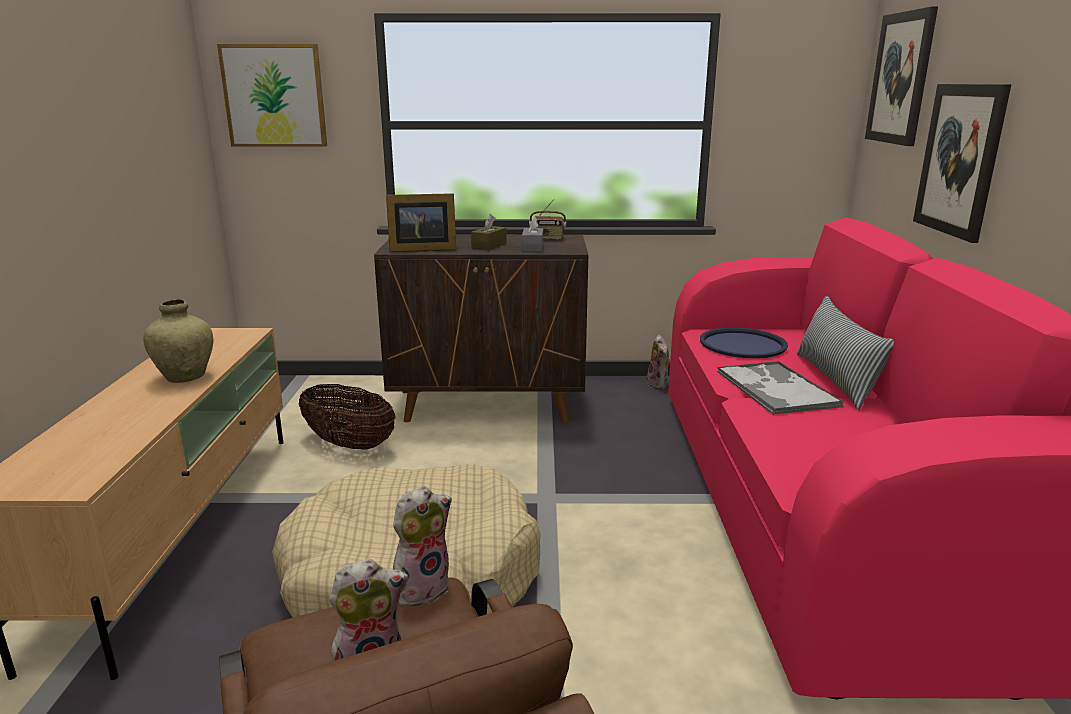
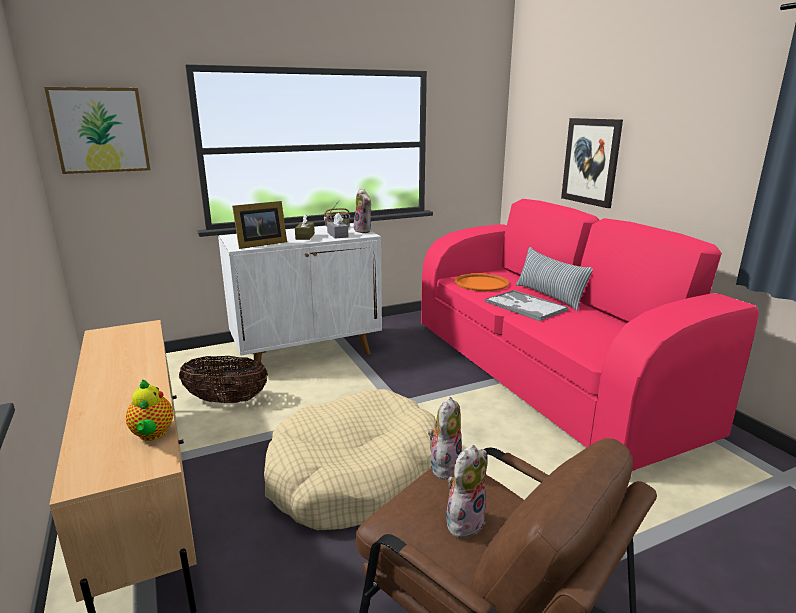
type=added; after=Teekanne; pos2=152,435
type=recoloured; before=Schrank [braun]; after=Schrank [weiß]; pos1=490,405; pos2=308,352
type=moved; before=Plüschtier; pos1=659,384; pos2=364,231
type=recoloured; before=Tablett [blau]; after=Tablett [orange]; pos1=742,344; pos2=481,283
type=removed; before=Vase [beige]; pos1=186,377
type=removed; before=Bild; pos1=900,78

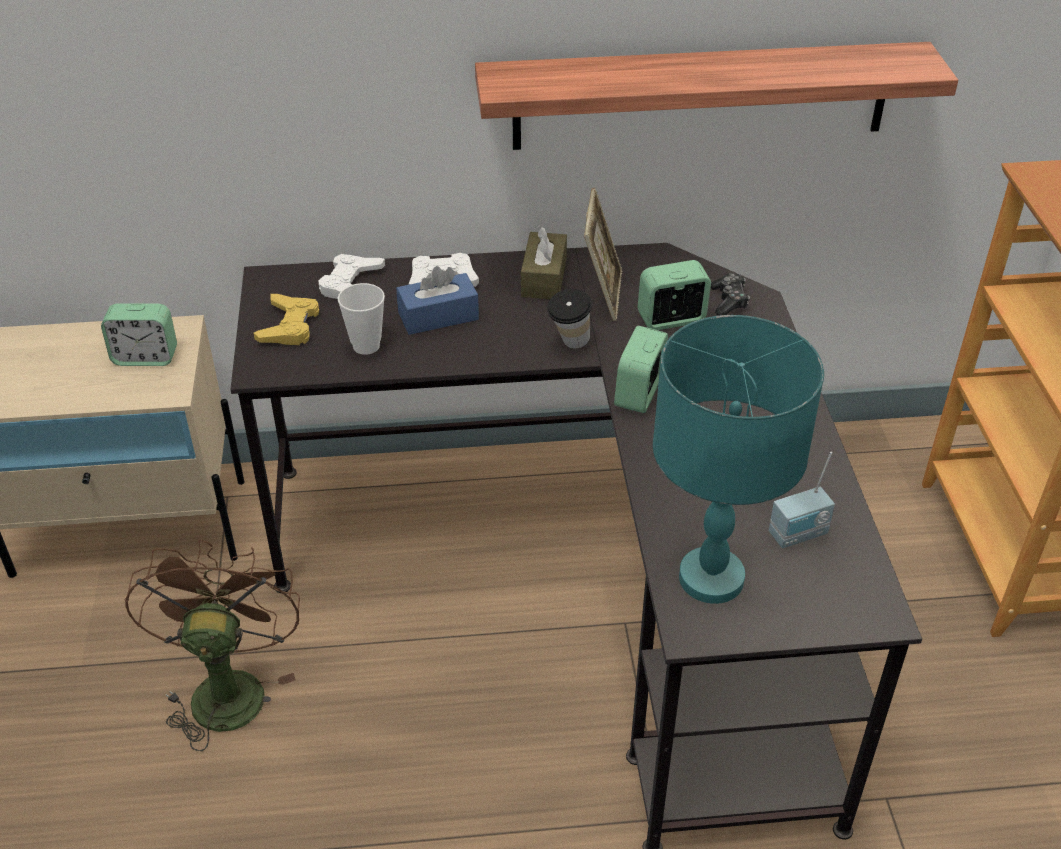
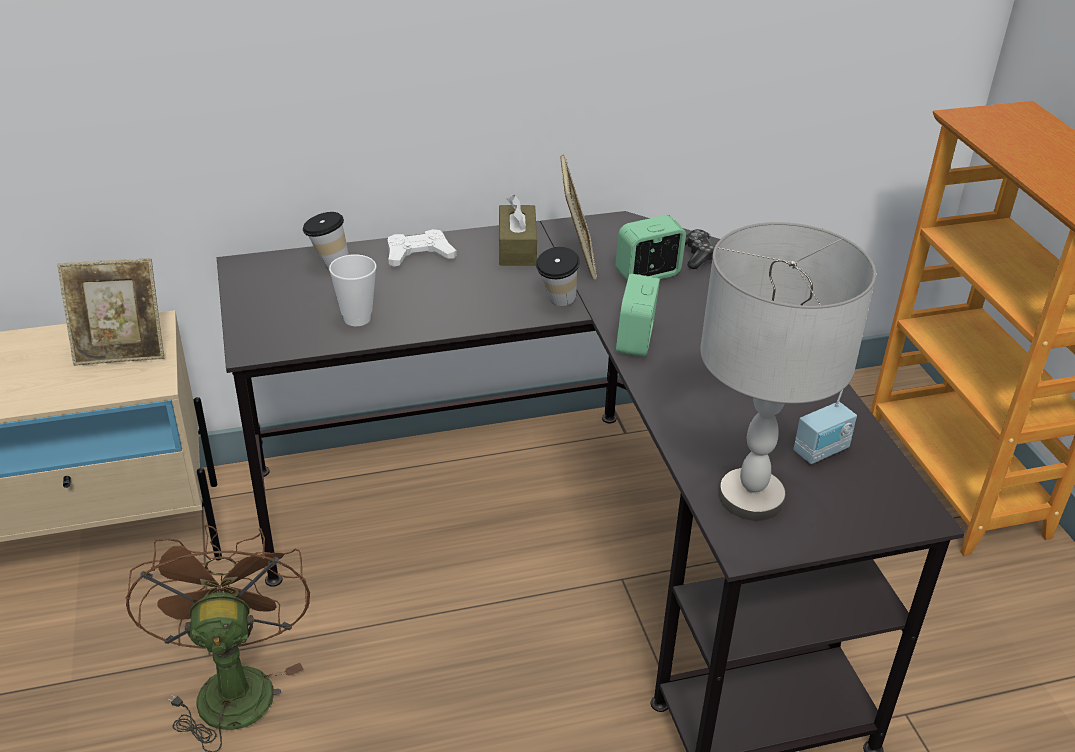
type=replaced; before=Wecker; after=Bilderrahmen; pos1=145,357; pos2=121,352
type=replaced; before=Gamepad [weiß]; after=Tasse; pos1=351,283; pos2=328,264
type=recoloured; before=Tischlampe [türkis]; after=Tischlampe [grau]; pos1=710,578; pos2=749,498
type=removed; before=Gamepad [gelb]; pos1=289,326
type=removed; before=Taschentuchbox [blau]; pos1=438,316
type=removed; before=Wandregal; pos1=701,96

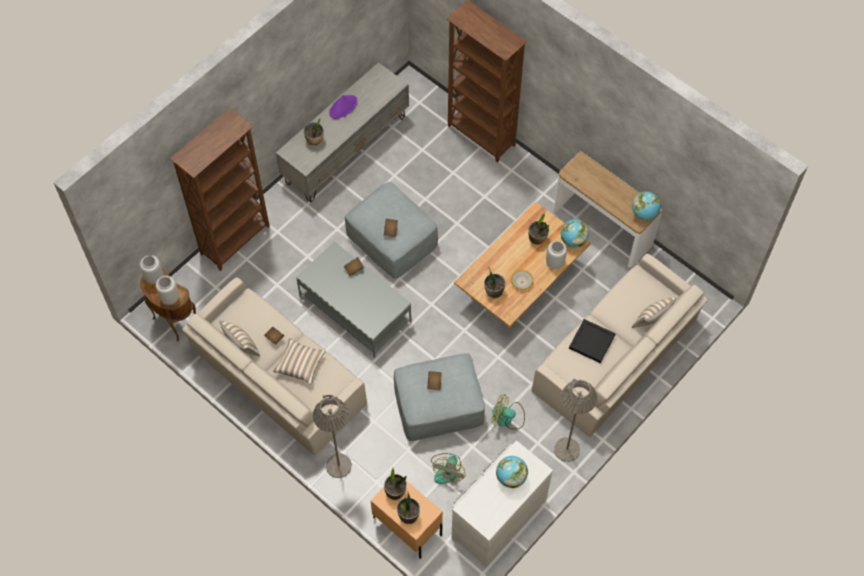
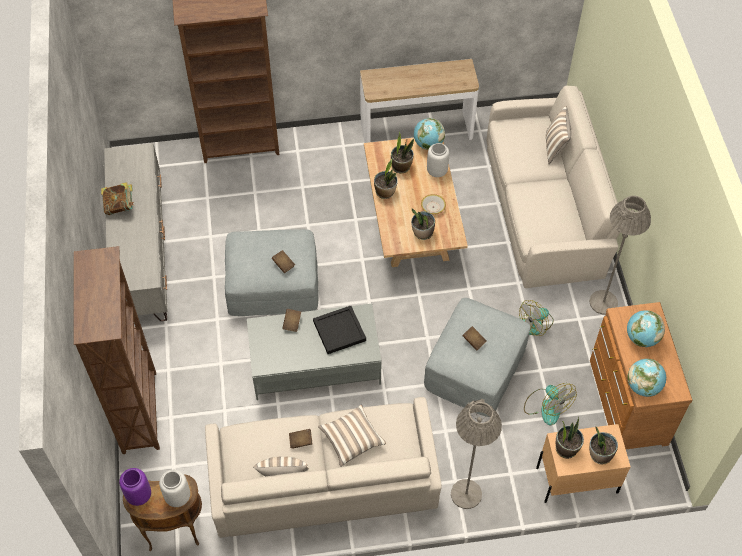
type=replaced; before=Hut [lila]; after=Buch; pos1=343,107; pos2=120,206
type=recoloured; before=Vase [grau]; after=Vase [lila]; pos1=154,278; pos2=139,495
type=moved; before=Tablett [schwarz]; pos1=592,342; pos2=340,331
type=moved; before=Topfpflanze; pos1=315,140; pos2=385,192
type=recoloured; before=Kommode [weiß]; after=Kommode [braun]; pos1=496,518; pos2=626,402
type=moved; before=Globus; pos1=644,213; pos2=643,386

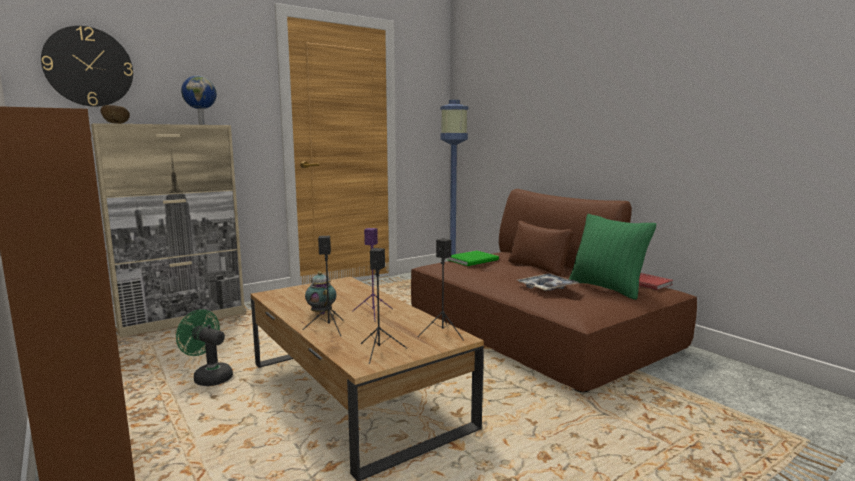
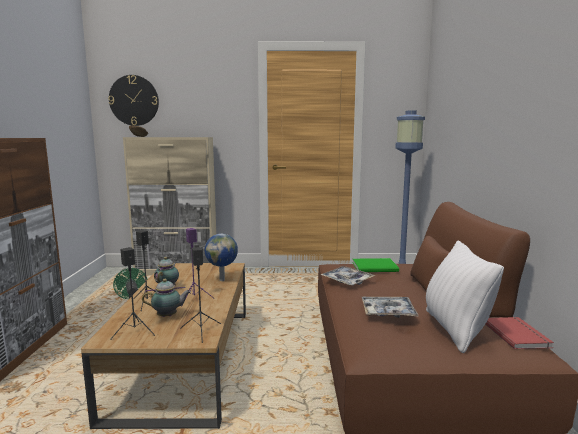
type=added; after=Teekanne; pos2=168,316
type=moved; before=Globus; pos1=202,124; pos2=222,280
type=added; after=Tablett; pos2=347,280
type=recoloured; before=Kissen [grün]; after=Kissen [weiß]; pos1=607,288; pos2=455,330

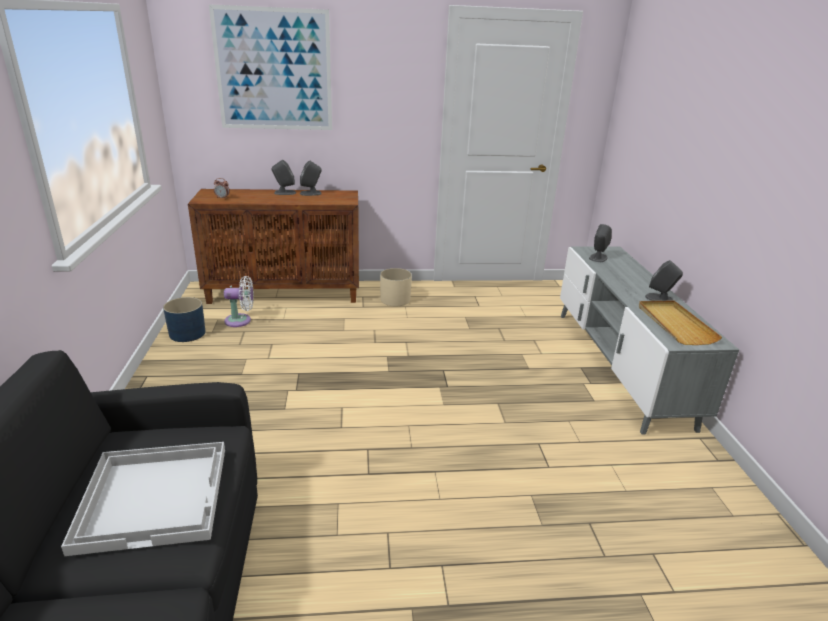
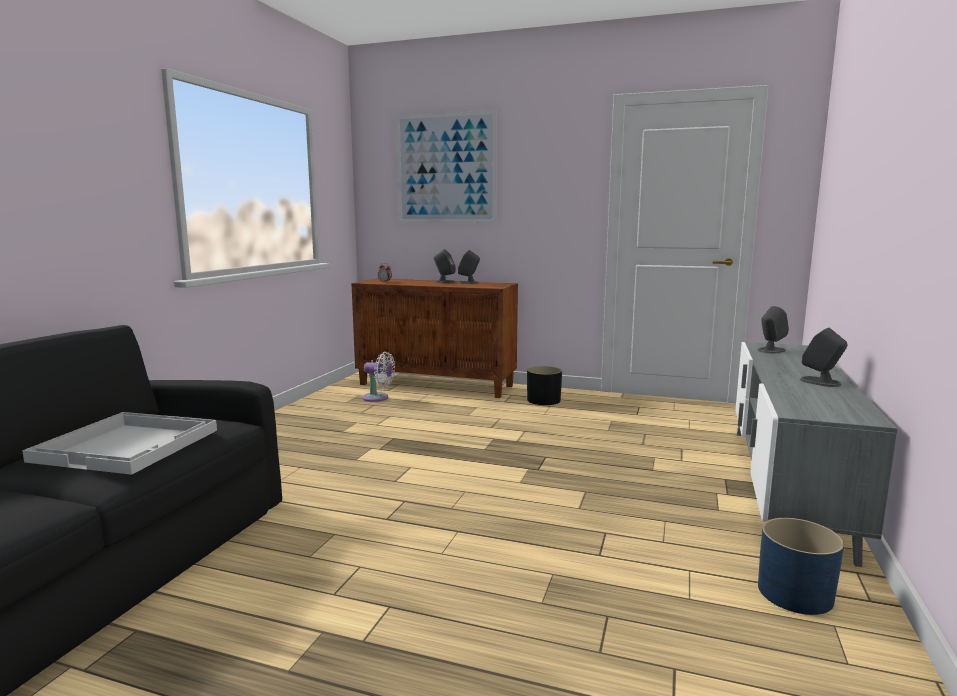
type=recoloured; before=Pflanzkübel [beige]; after=Pflanzkübel [schwarz]; pos1=395,300; pos2=543,400
type=moved; before=Pflanzkübel [blau]; pos1=187,333; pos2=795,593
type=removed; before=Tablett [beige]; pos1=675,324

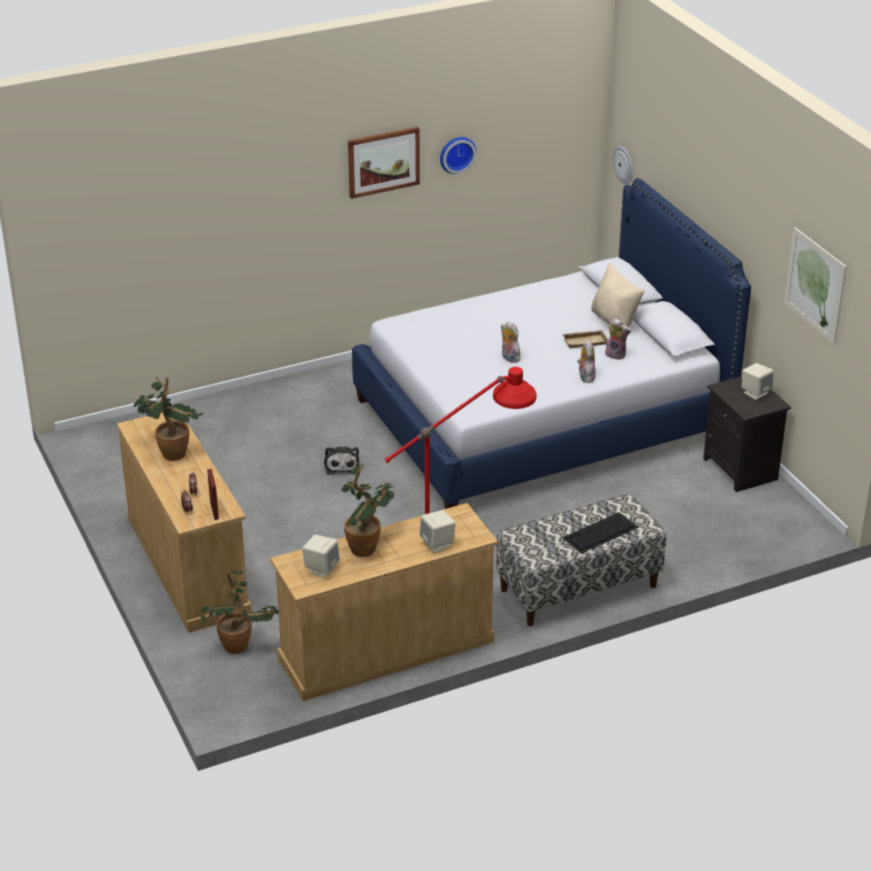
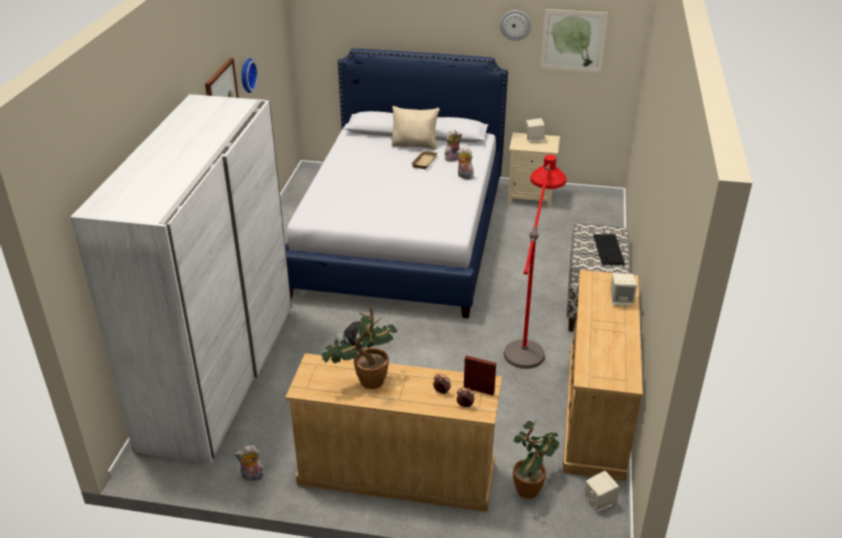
type=added; after=Kleiderschrank [weiß]; pos2=219,374
type=moved; before=Plüschtier; pos1=509,358; pos2=252,477
type=moved; before=Wanduhr; pos1=624,165; pos2=515,25
type=recoloured; before=Nachttisch [schwarz]; after=Nachttisch [beige]; pos1=742,469; pos2=531,197
type=moved; before=Lautsprecher [beige]; pos1=321,568; pos2=599,502
type=removed; before=Topfpflanze; pos1=368,546

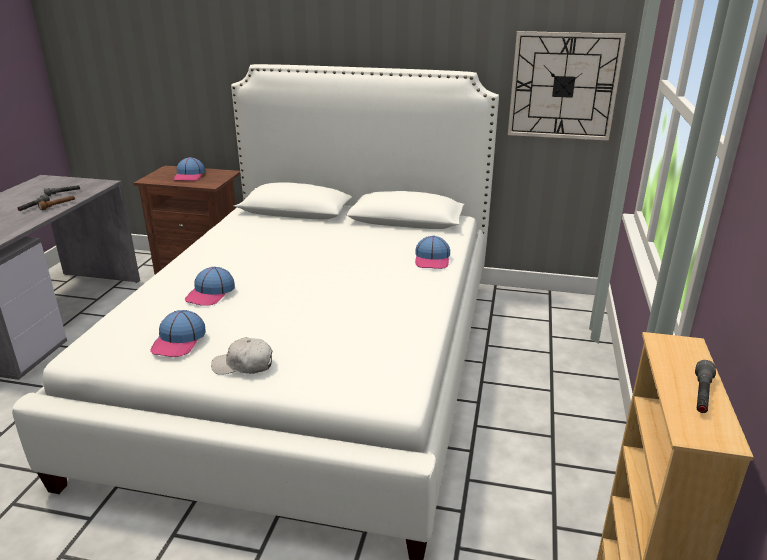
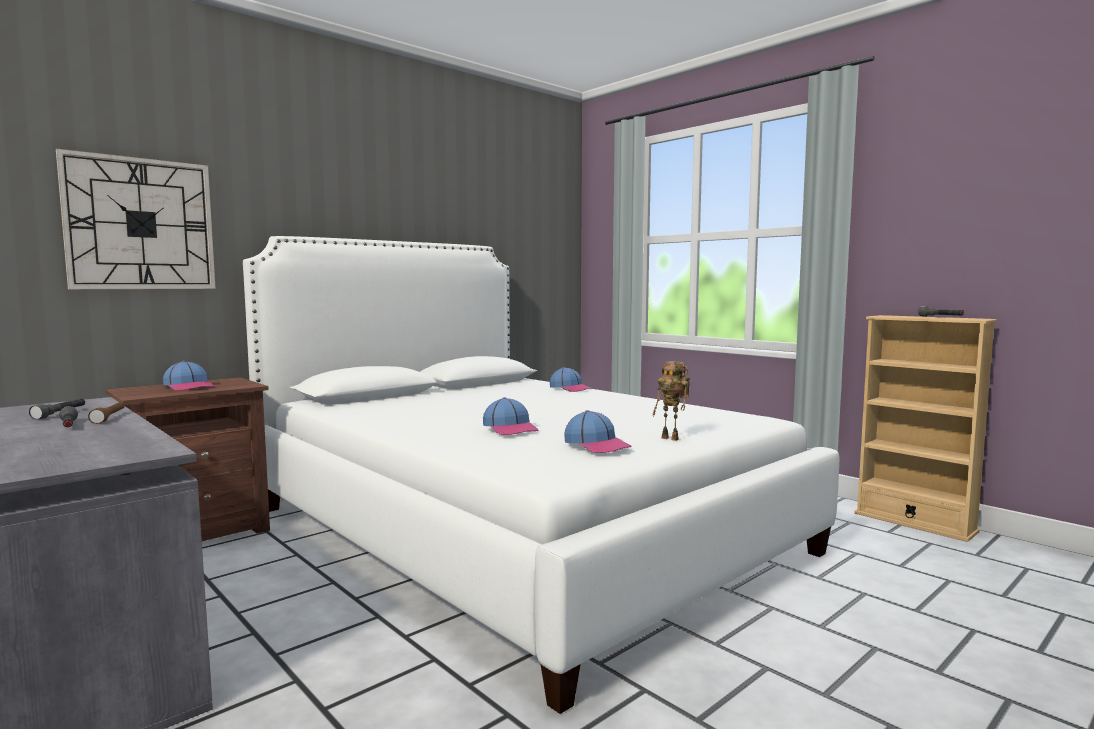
type=moved; before=Wanduhr; pos1=563,86; pos2=140,224
type=replaced; before=Kappe [weiß]; after=Spielzeugroboter; pos1=243,365; pos2=672,438

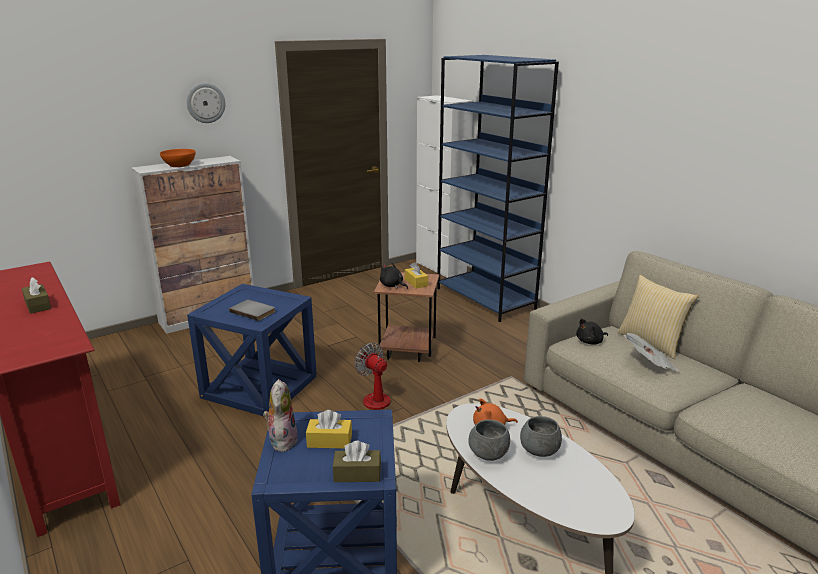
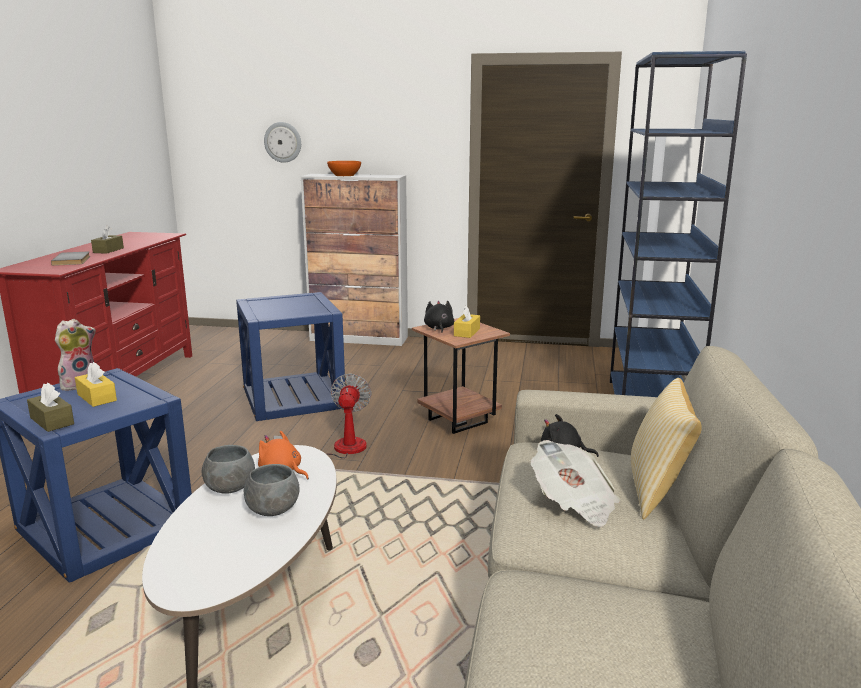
type=moved; before=Buch [grau]; pos1=253,311; pos2=73,260
type=moved; before=Wanduhr; pos1=205,103; pos2=283,142

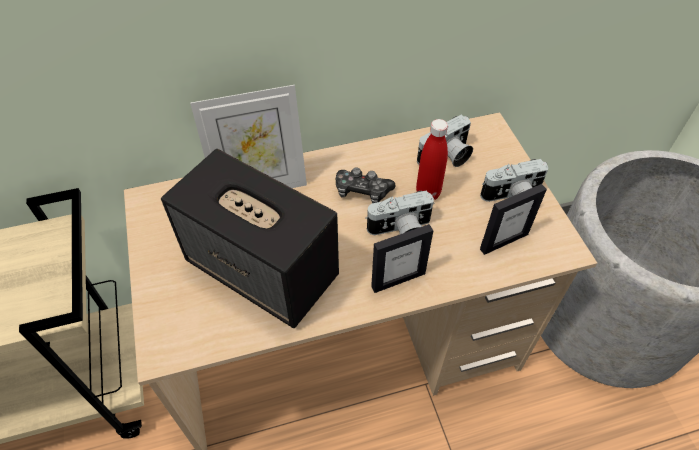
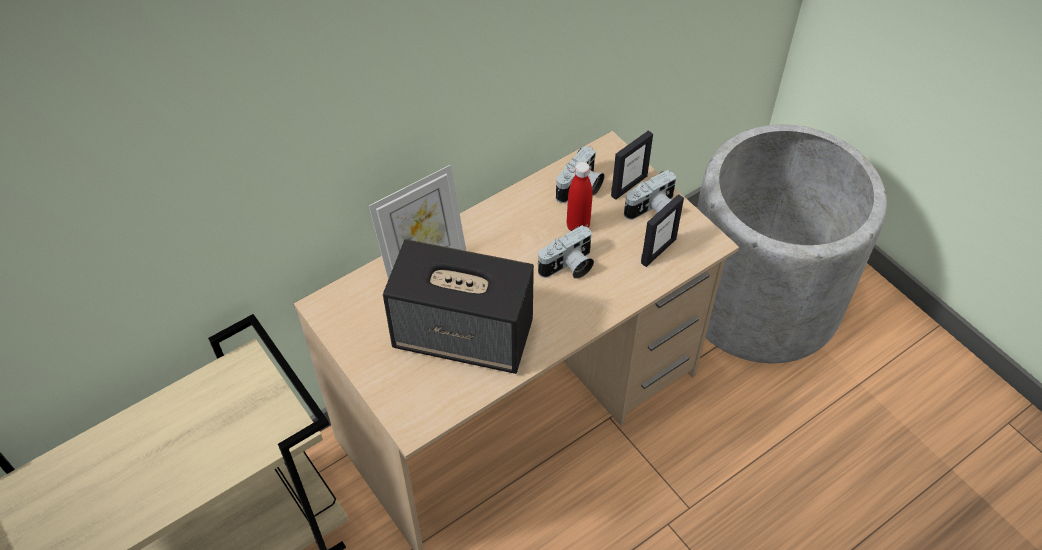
type=moved; before=Bilderrahmen; pos1=398,280; pos2=628,186
type=removed; before=Gamepad; pos1=362,191

